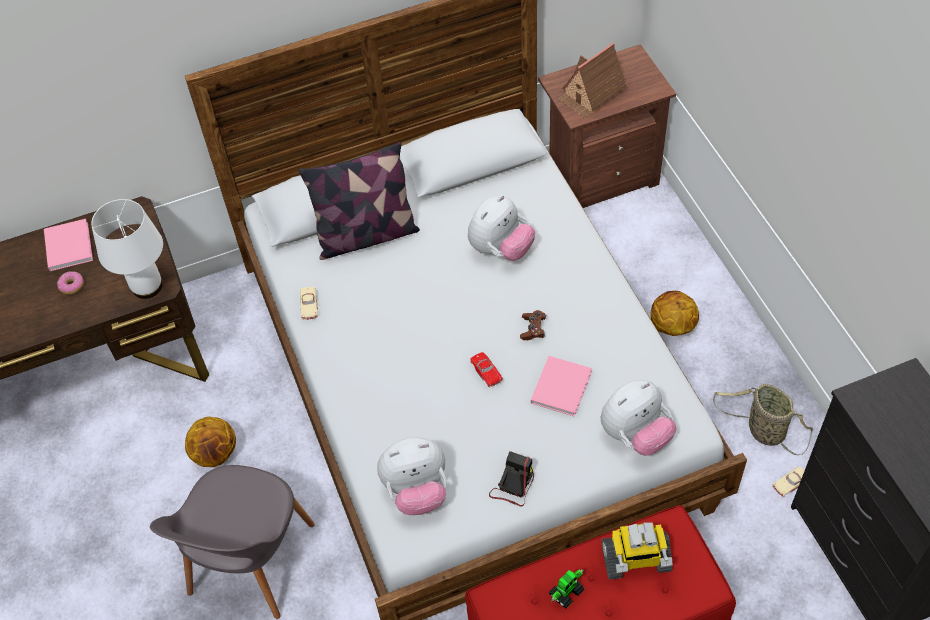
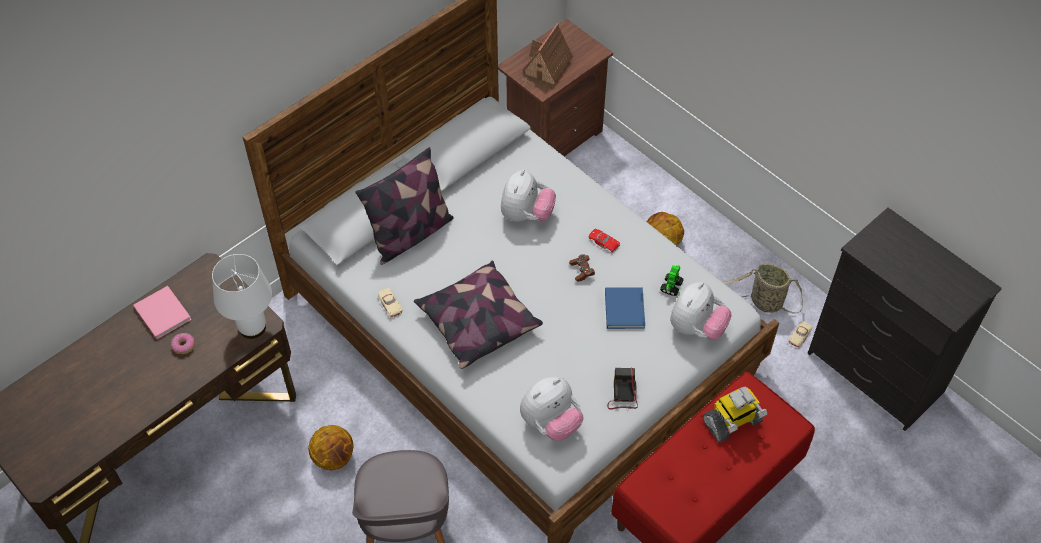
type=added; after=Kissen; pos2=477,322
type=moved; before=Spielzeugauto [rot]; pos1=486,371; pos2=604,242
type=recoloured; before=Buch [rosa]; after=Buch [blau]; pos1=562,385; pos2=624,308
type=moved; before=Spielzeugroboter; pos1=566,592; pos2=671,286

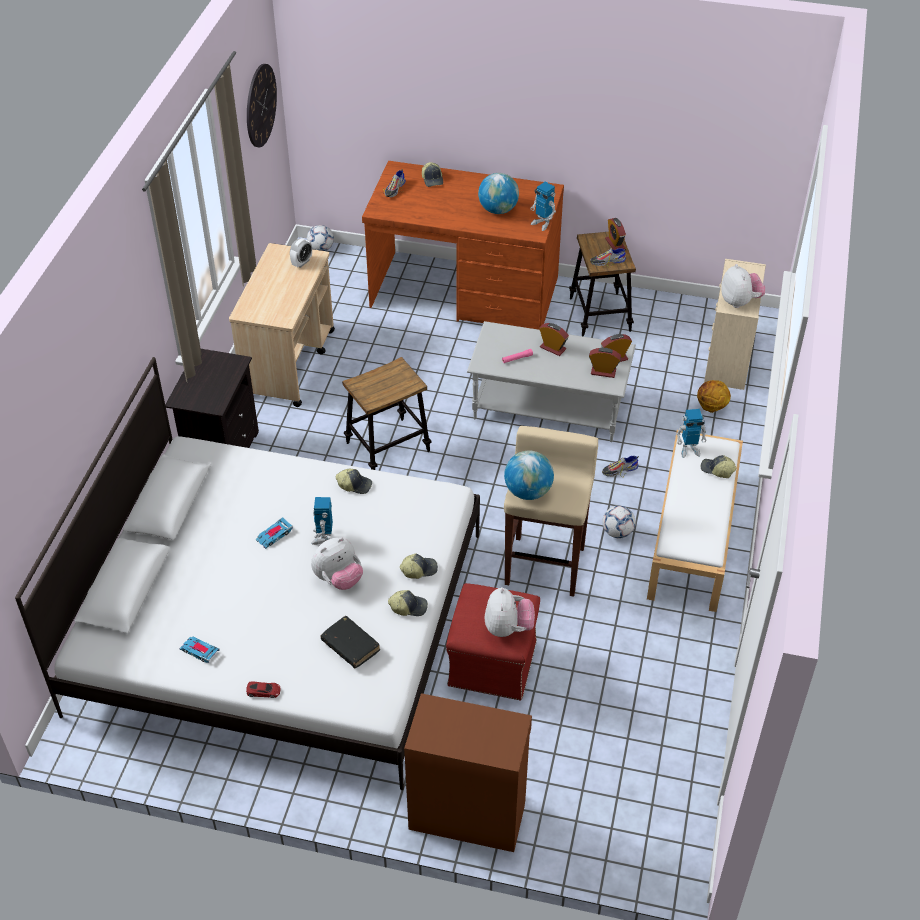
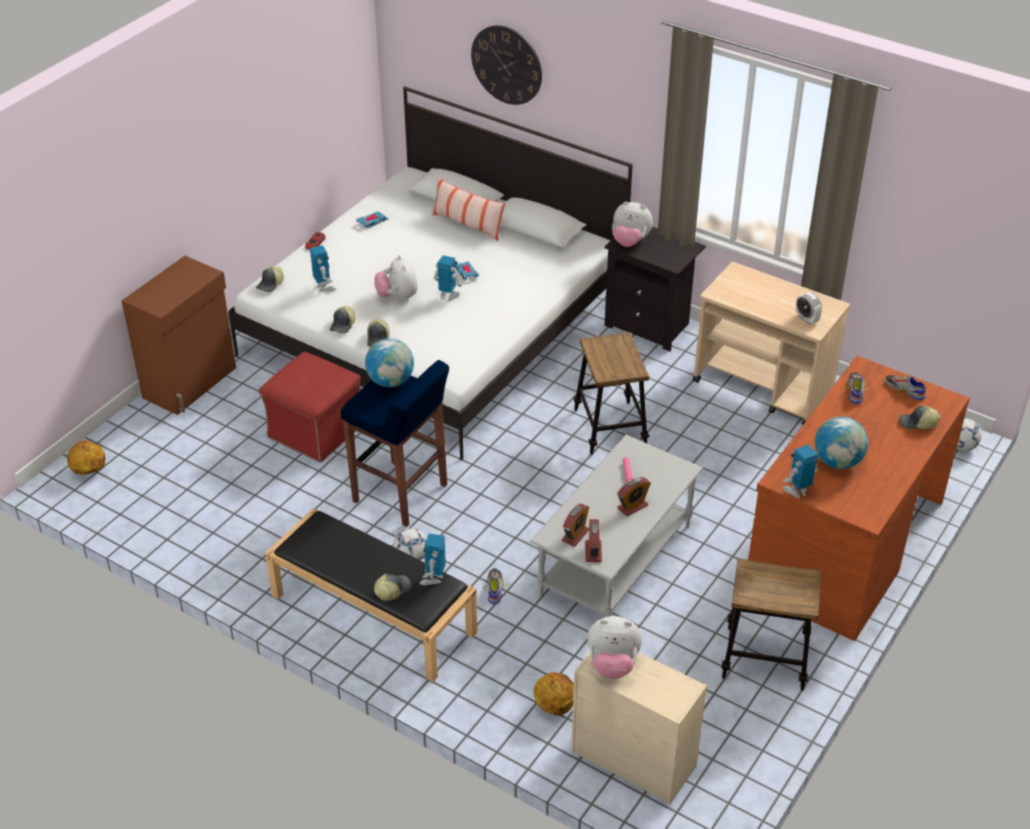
type=added; after=Basketball; pos2=89,471
type=moved; before=Kappe; pos1=355,485; pos2=271,284
type=recoloured; before=Bank [weiß]; after=Bank [schwarz]; pos1=693,537; pos2=371,614
type=replaced; before=Buch [schwarz]; after=Spielzeugroboter; pos1=350,646; pos2=324,287
type=recoloured; before=Hocker [beige]; after=Hocker [blau]; pos1=545,564; pos2=401,494
type=added; after=Kissen; pos2=467,225
type=moved; before=Wanduhr; pos1=260,105; pos2=507,65
type=moved; before=Plüschtier; pos1=508,628; pos2=630,242
type=moved; before=Schuh; pos1=607,261; pos2=855,390
type=removed; before=Wecker; pos1=615,244

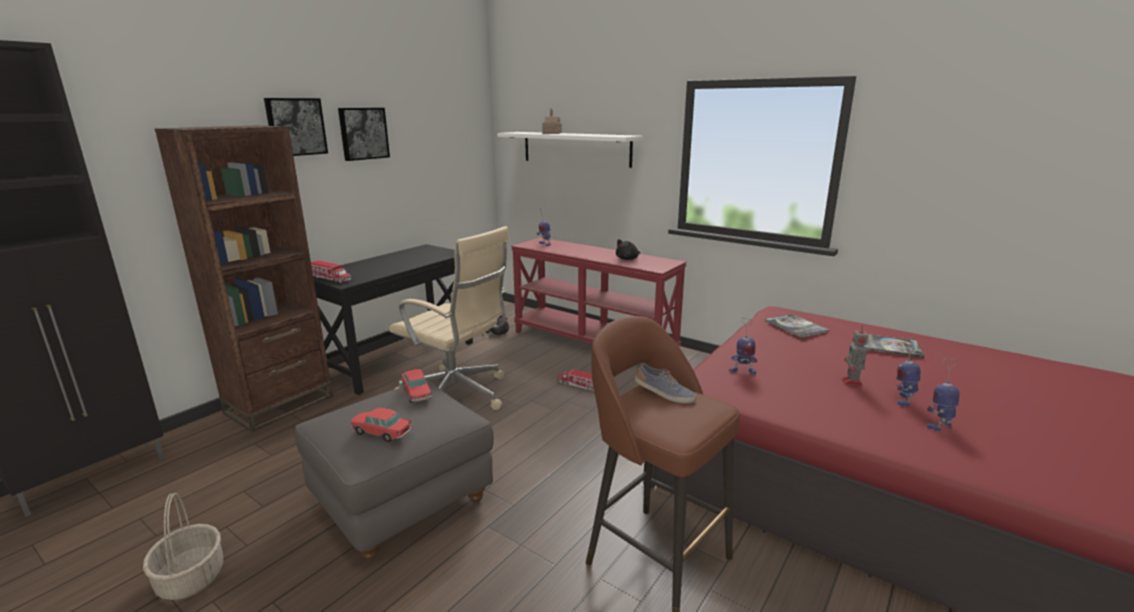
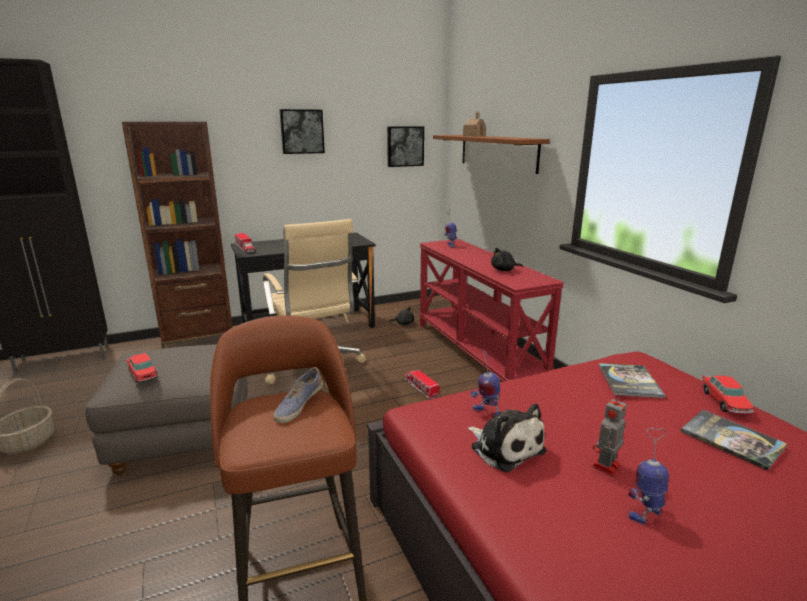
type=turned; before=Schuh; pos1=664,394; pos2=298,405; turn=60
type=moved; before=Bild; pos1=295,127; pos2=405,146
type=recoloured; before=Wandregal [weiß]; after=Wandregal [braun]; pos1=575,148; pos2=497,152
type=added; after=Plüschtier; pos2=504,447
type=moved; before=Spielzeugauto; pos1=417,393; pos2=724,402
type=removed; before=Spielzeugroboter; pos1=939,425

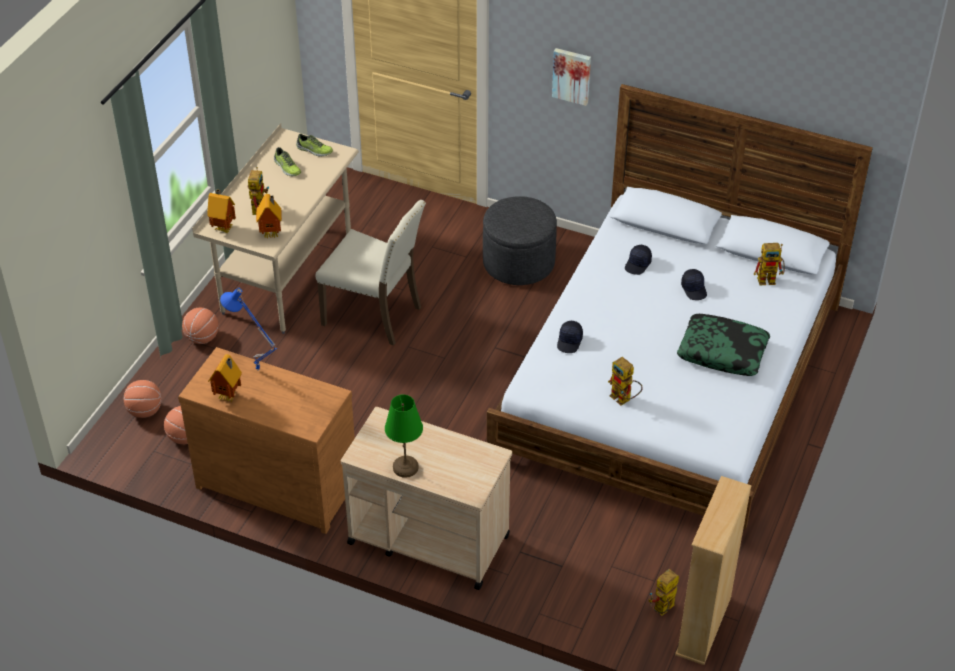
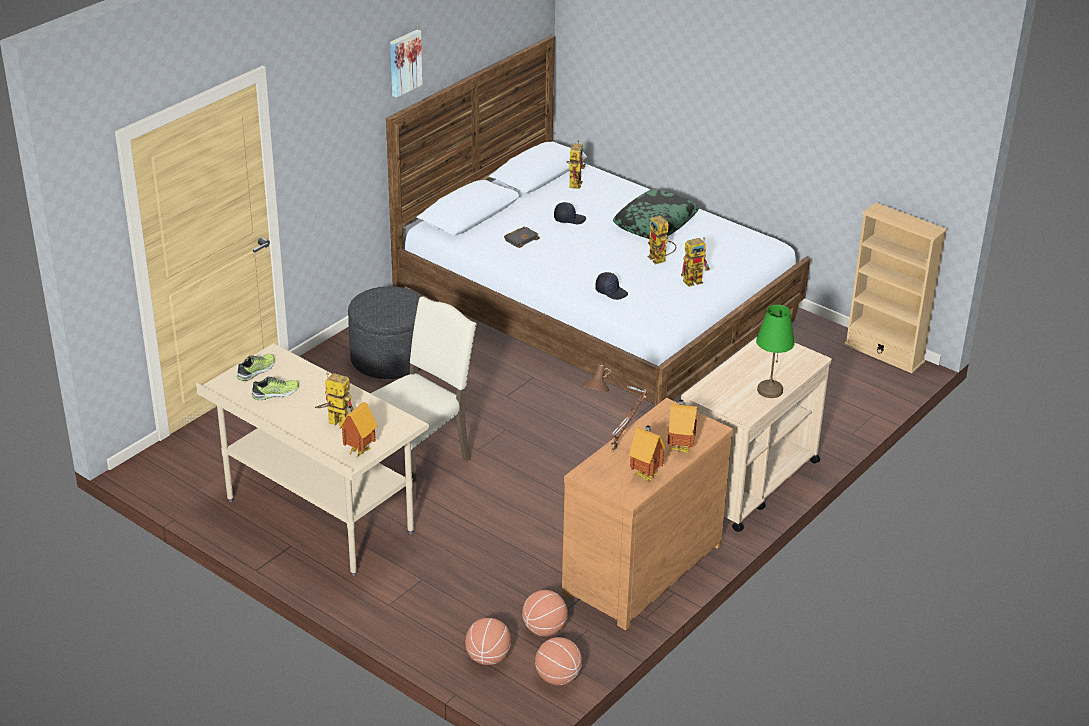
type=moved; before=Bild; pos1=572,75; pos2=404,62
type=replaced; before=Kappe [schwarz]; after=Buch [schwarz]; pos1=638,264; pos2=521,239
type=moved; before=Basketball; pos1=202,338; pos2=558,677
type=recoloured; before=Tischlampe [blau]; after=Tischlampe [braun]; pos1=256,371; pos2=615,452
type=moved; before=Spielzeugroboter; pos1=662,611; pos2=660,260
type=moved; before=Spielzeughaus; pos1=272,233; pos2=680,448

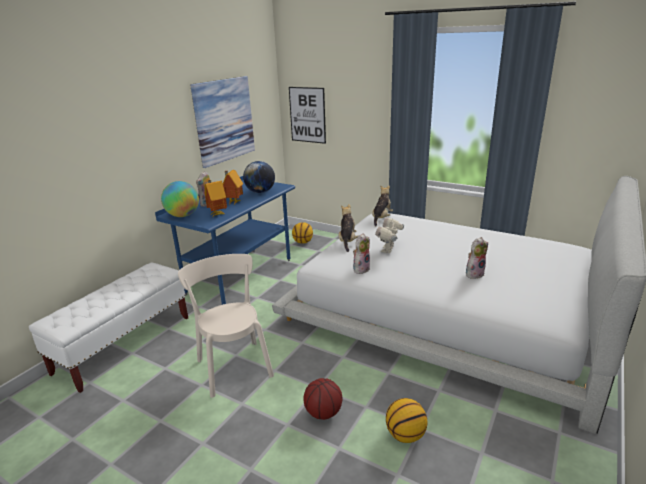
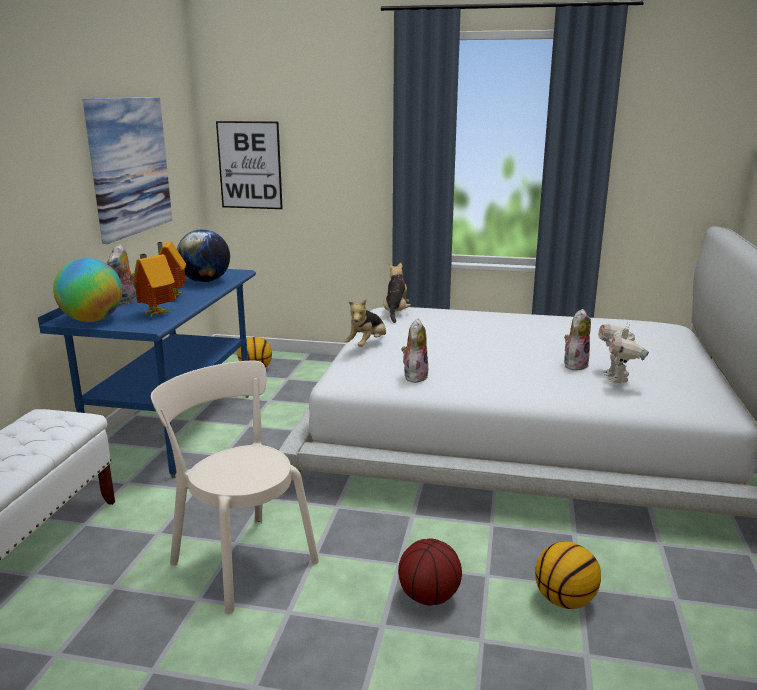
type=turned; before=Plüschtier; pos1=347,241; pos2=367,344; turn=-135
type=moved; before=Spielzeugroboter; pos1=388,250; pos2=617,378

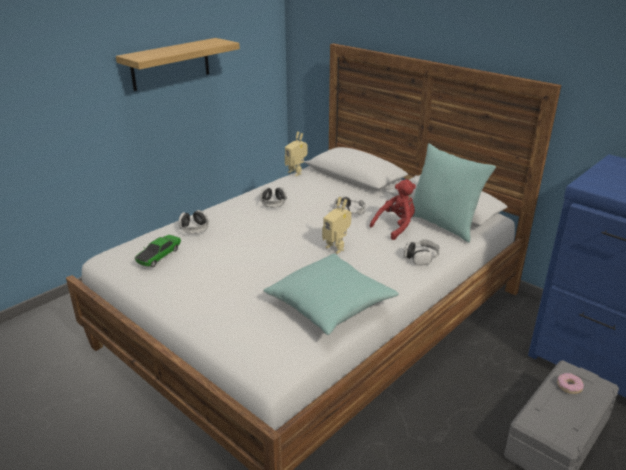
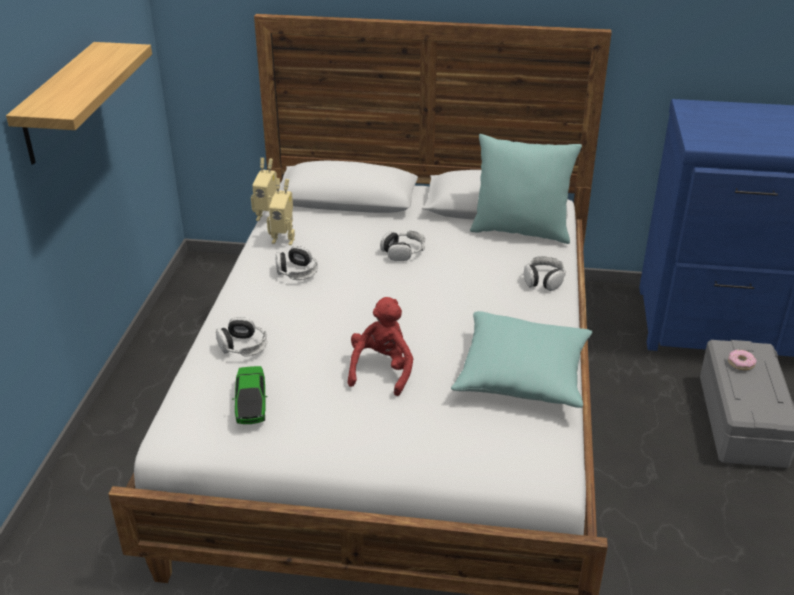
type=moved; before=Spielzeugroboter; pos1=337,247; pos2=284,239
type=moved; before=Plüschtier [rot]; pos1=396,227; pos2=382,370

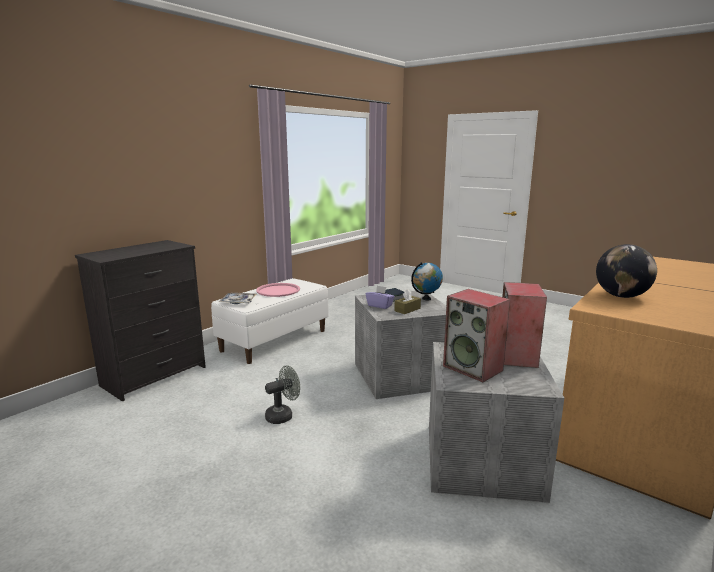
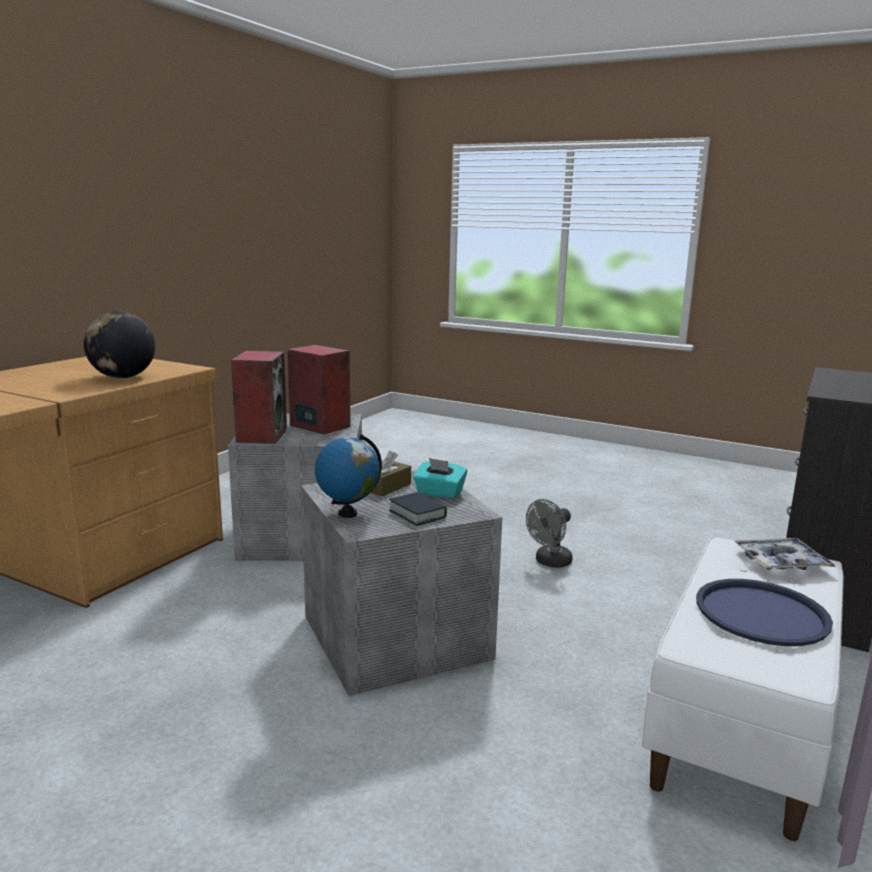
type=recoloured; before=Taschentuchbox [lila]; after=Taschentuchbox [türkis]; pos1=380,305; pos2=439,493
type=recoloured; before=Tablett [rosa]; after=Tablett [blau]; pos1=278,290; pos2=761,613

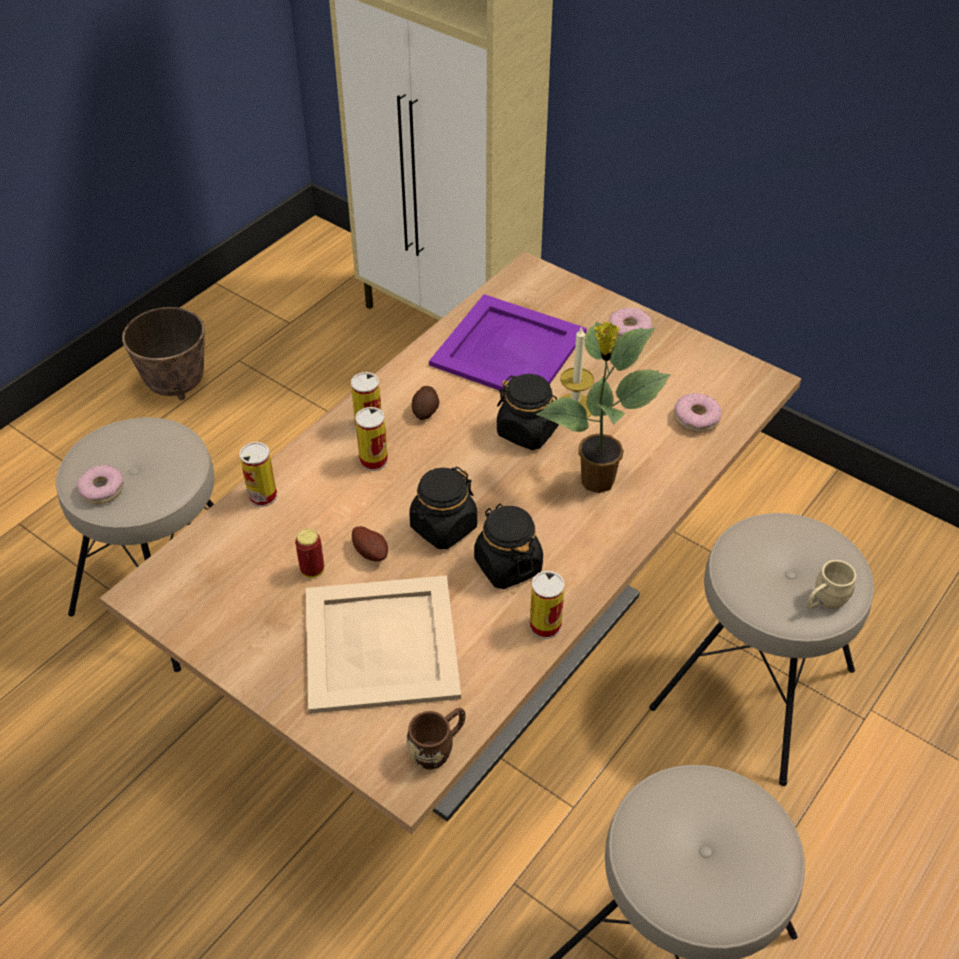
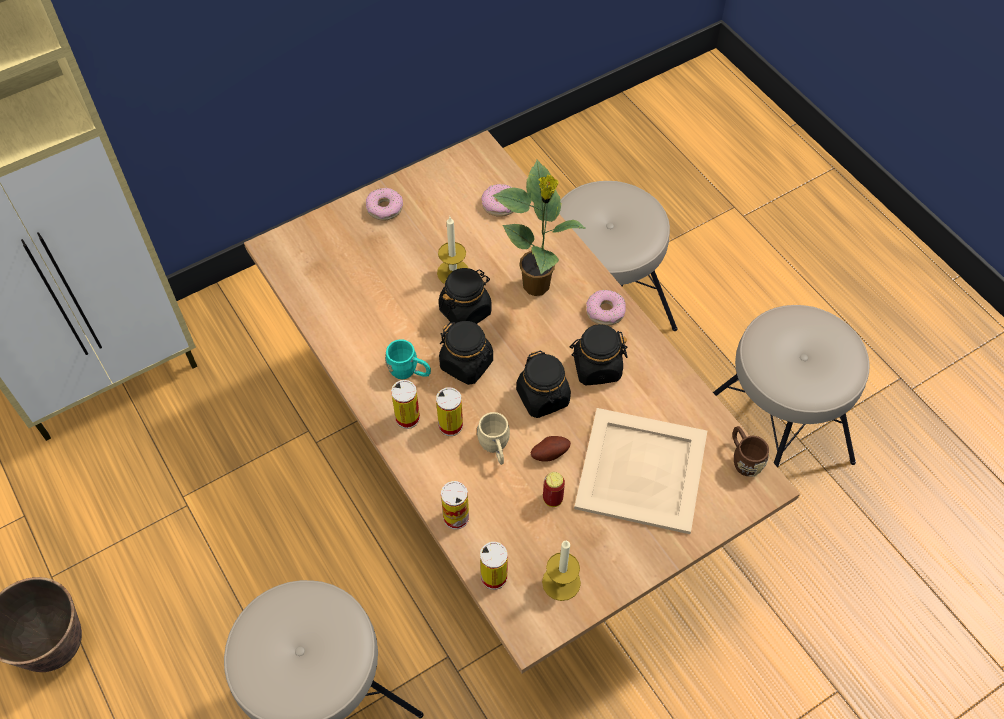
type=replaced; before=Kartoffel; after=Henkelbecher [türkis]; pos1=426,410; pos2=409,372
type=added; after=Vorratsglas [schwarz]; pos2=467,364
type=moved; before=Henkelbecher [beige]; pos1=824,602; pos2=495,448
type=moved; before=Dose; pos1=545,626; pos2=494,577
type=added; after=Kerze; pos2=561,582
type=moved; before=Donut; pos1=101,489; pos2=605,311
type=removed; before=Tablett [lila]; pos1=507,349

